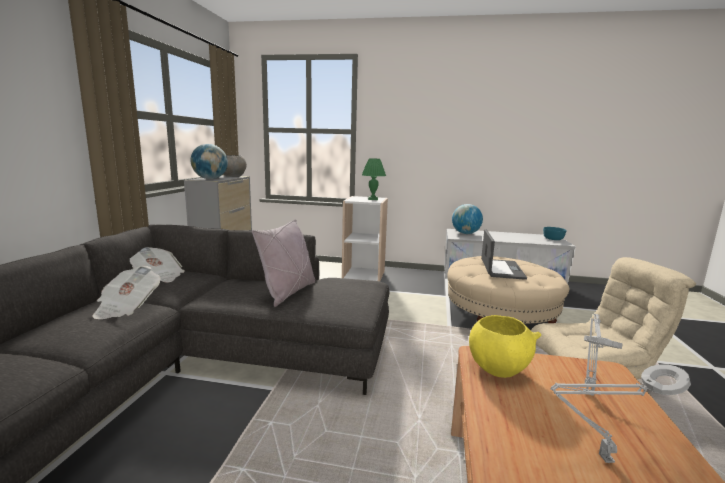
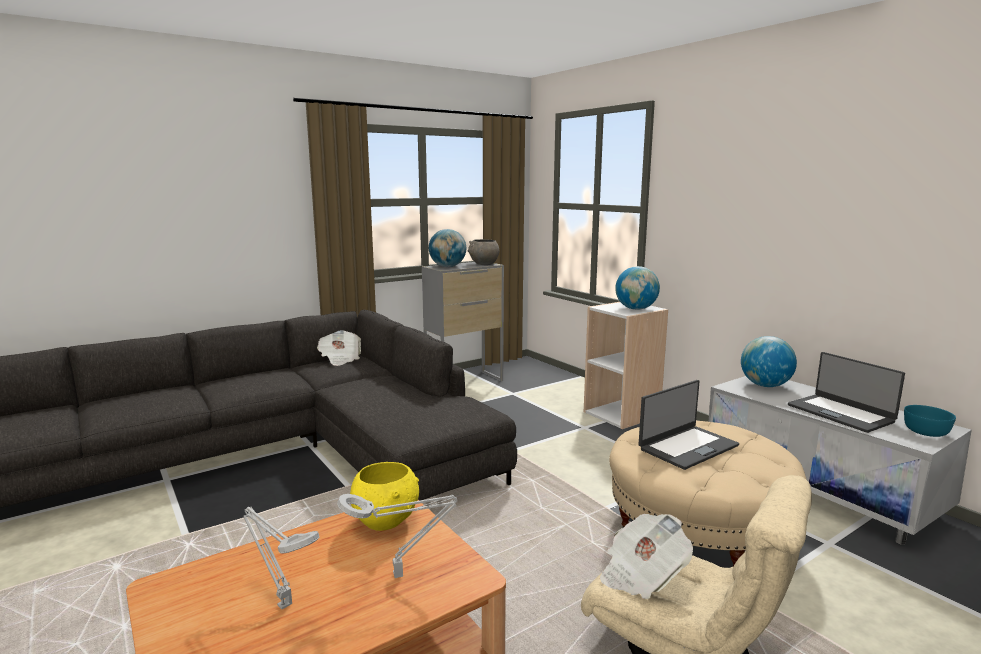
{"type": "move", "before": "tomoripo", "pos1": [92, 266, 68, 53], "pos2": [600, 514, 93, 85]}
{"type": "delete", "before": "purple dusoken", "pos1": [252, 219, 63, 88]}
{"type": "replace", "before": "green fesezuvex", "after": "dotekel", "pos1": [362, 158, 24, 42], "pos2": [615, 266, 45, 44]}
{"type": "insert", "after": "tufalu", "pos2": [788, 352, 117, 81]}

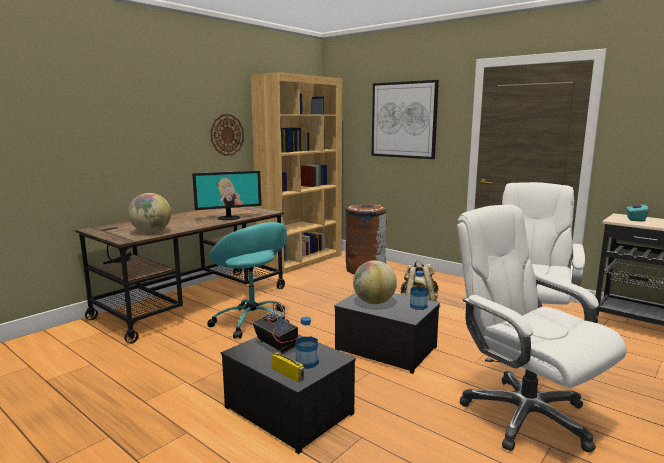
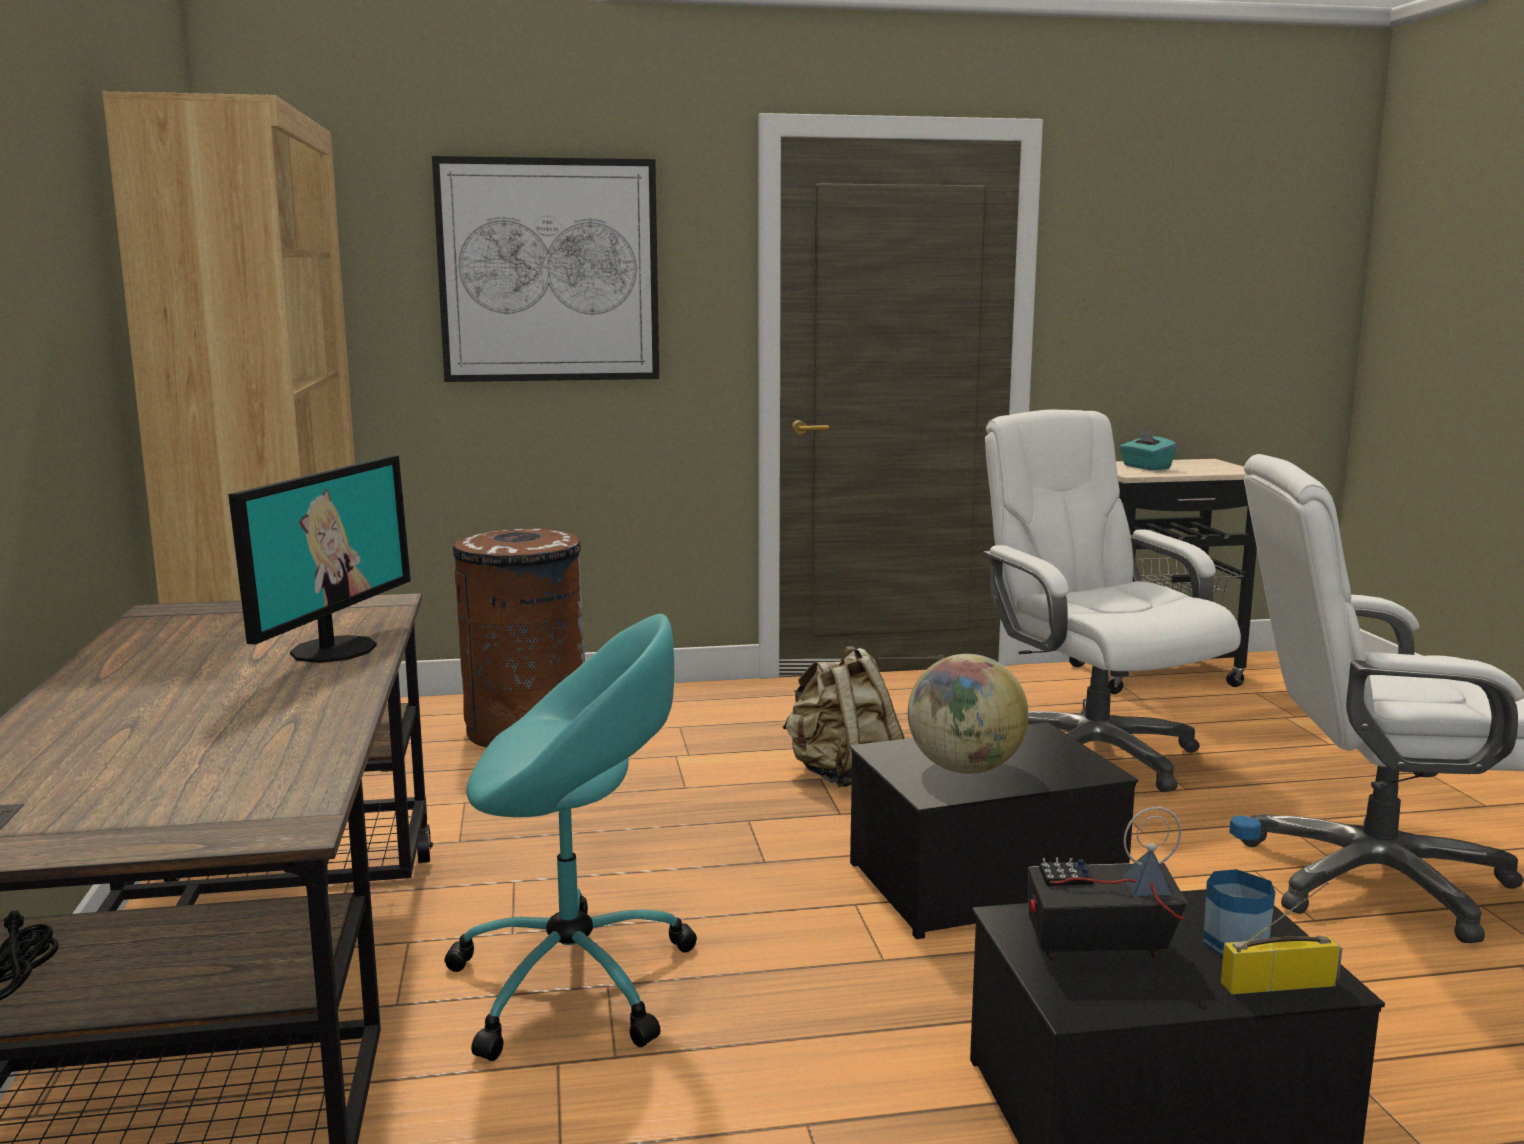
{"type": "delete", "before": "dotekel", "pos1": [128, 193, 43, 40]}
{"type": "delete", "before": "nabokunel", "pos1": [211, 114, 33, 42]}
{"type": "delete", "before": "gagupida", "pos1": [410, 271, 18, 39]}

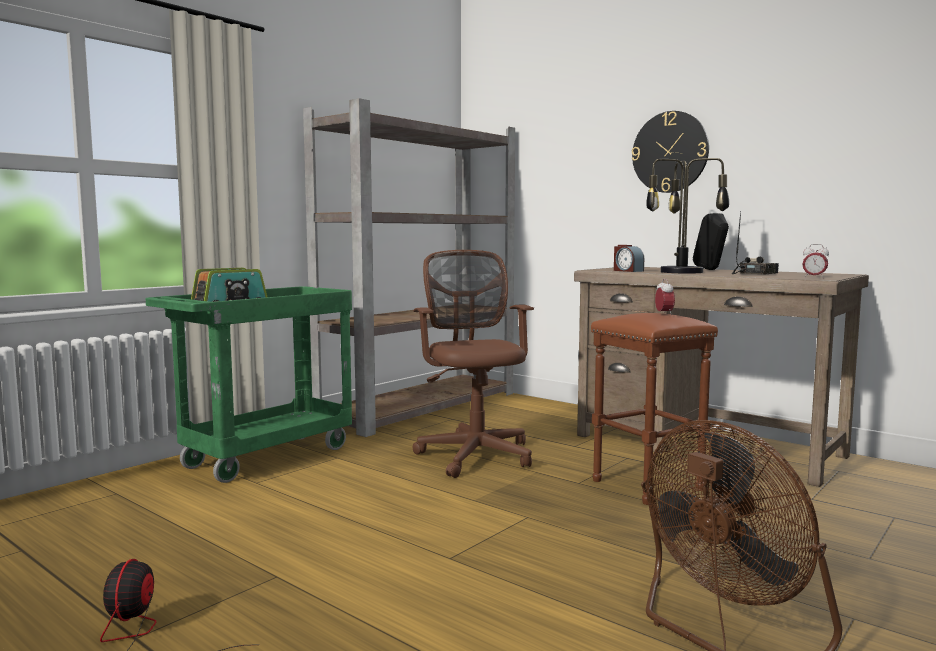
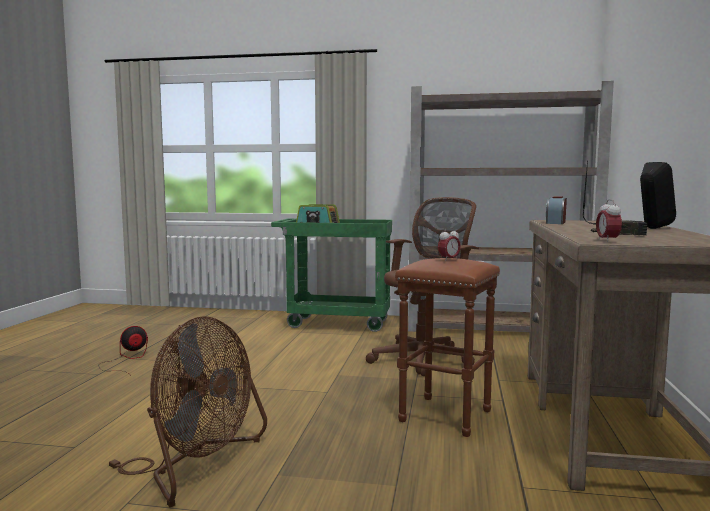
{"type": "delete", "before": "nabokunel", "pos1": [632, 111, 77, 82]}
{"type": "delete", "before": "fesezuvex", "pos1": [646, 158, 83, 115]}

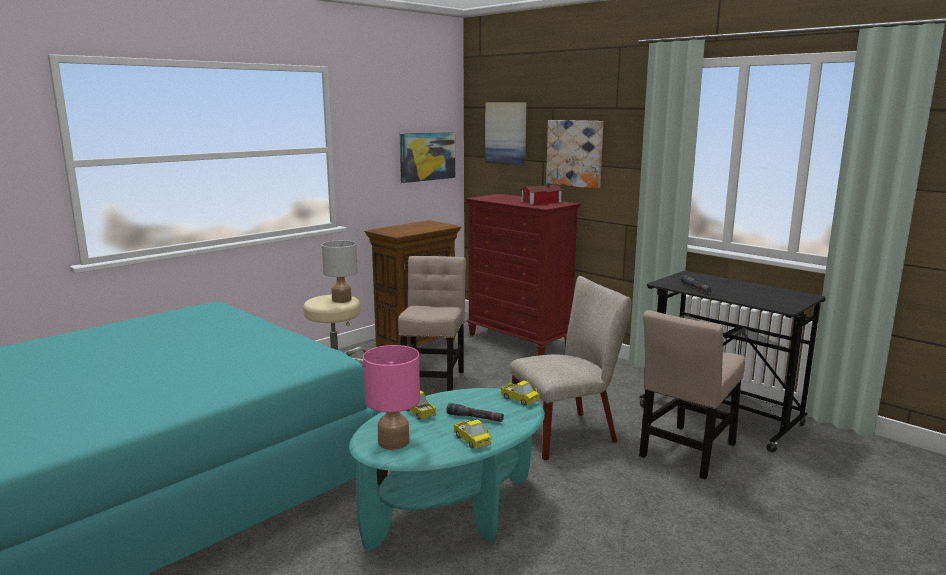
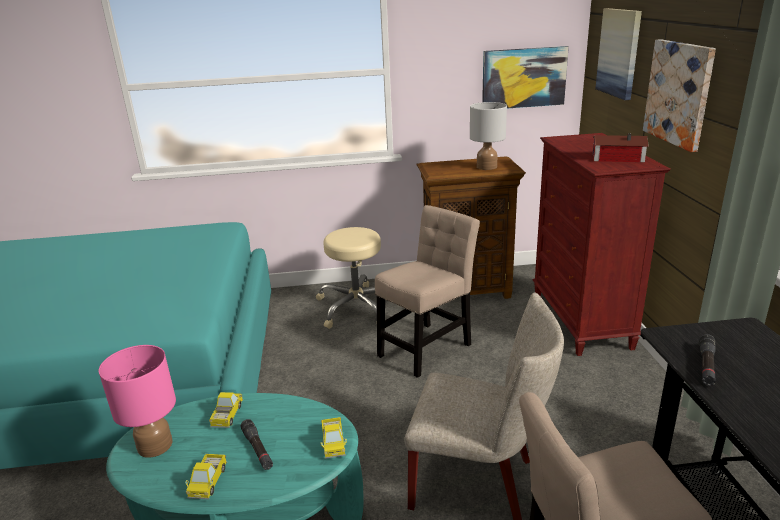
{"type": "move", "before": "grey fesezuvex", "pos1": [322, 240, 35, 63], "pos2": [470, 102, 37, 68]}

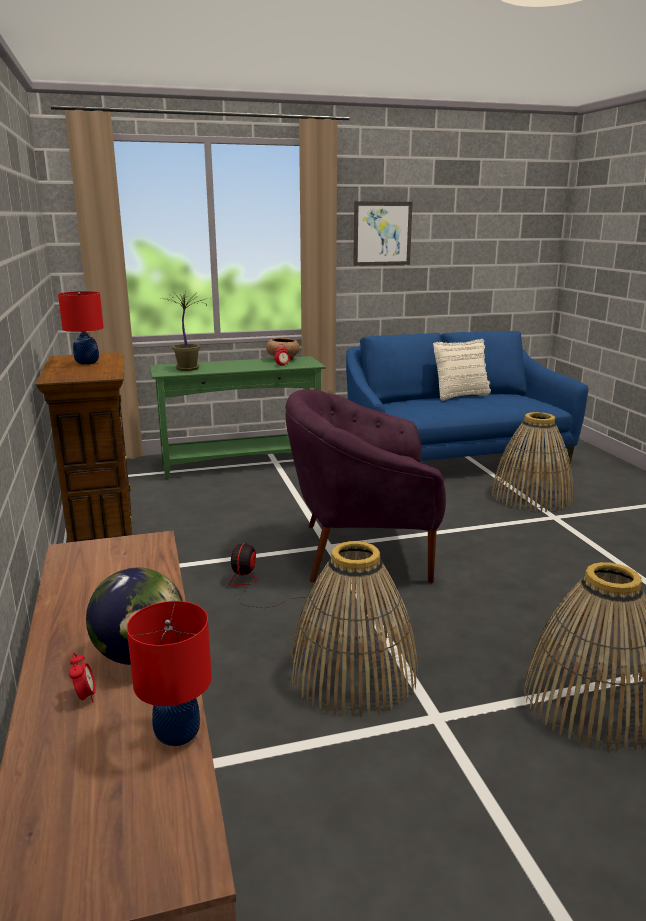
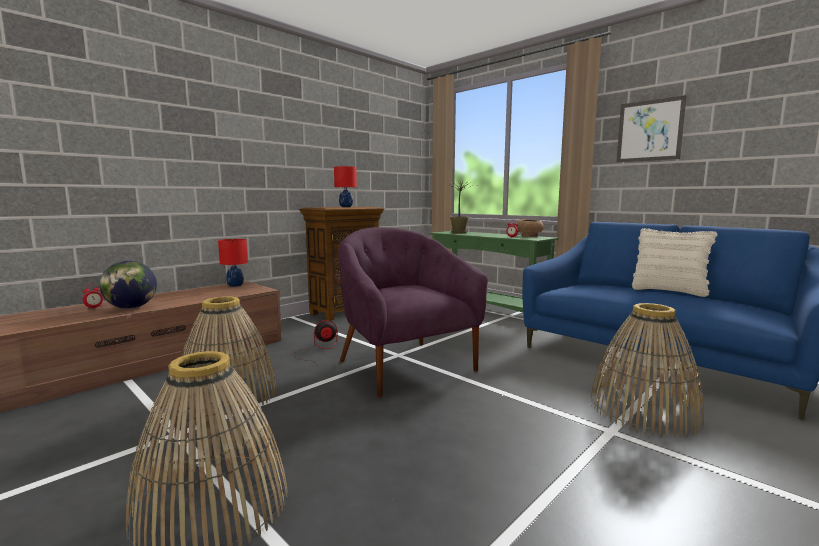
{"type": "move", "before": "red fesezuvex", "pos1": [127, 601, 85, 145], "pos2": [218, 239, 30, 48]}

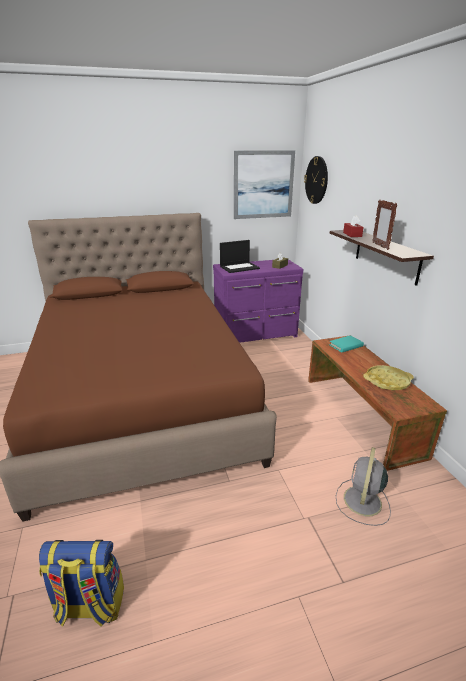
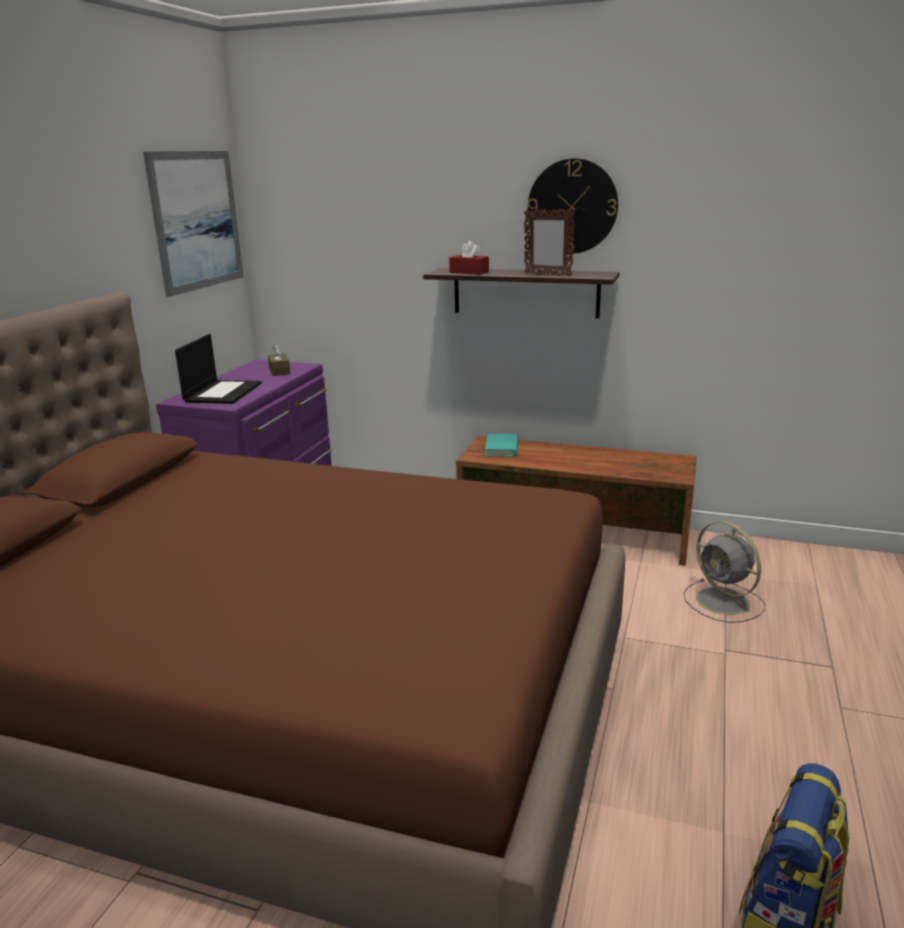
{"type": "move", "before": "nabokunel", "pos1": [304, 156, 24, 48], "pos2": [528, 158, 90, 96]}
{"type": "delete", "before": "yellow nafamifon", "pos1": [363, 365, 51, 26]}

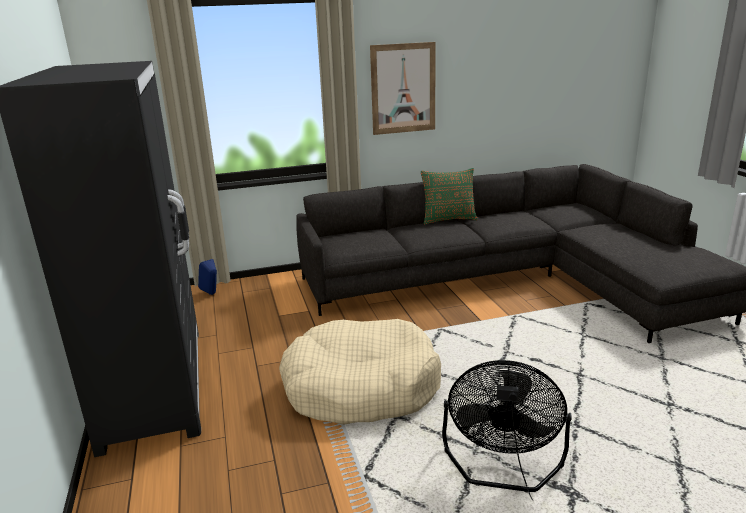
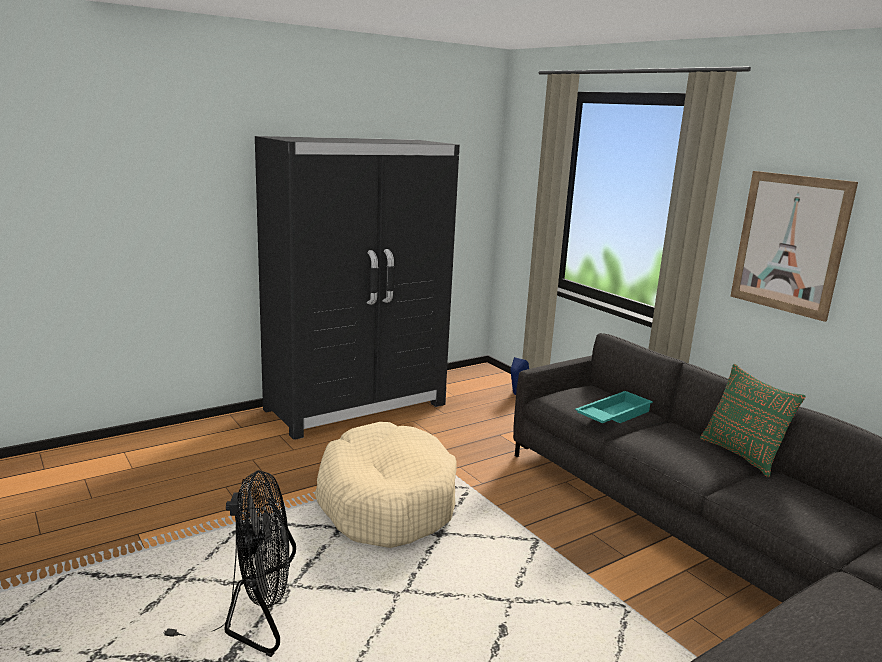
{"type": "insert", "after": "turquoise nafamifon", "pos2": [575, 391, 78, 32]}

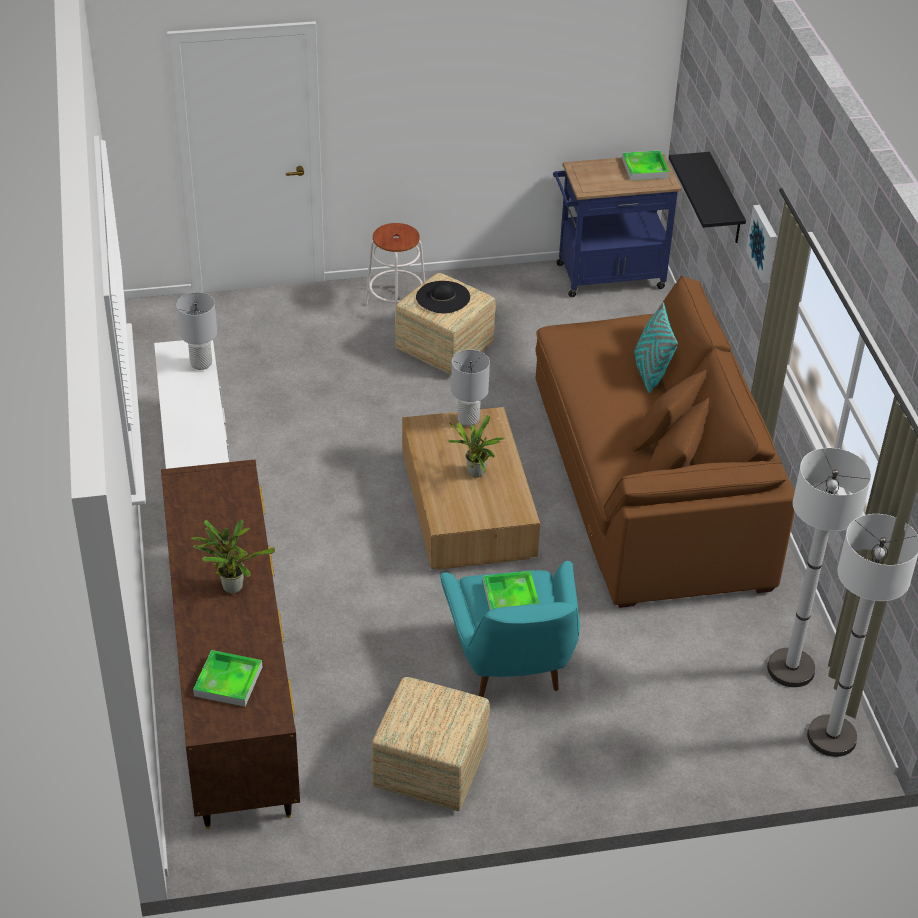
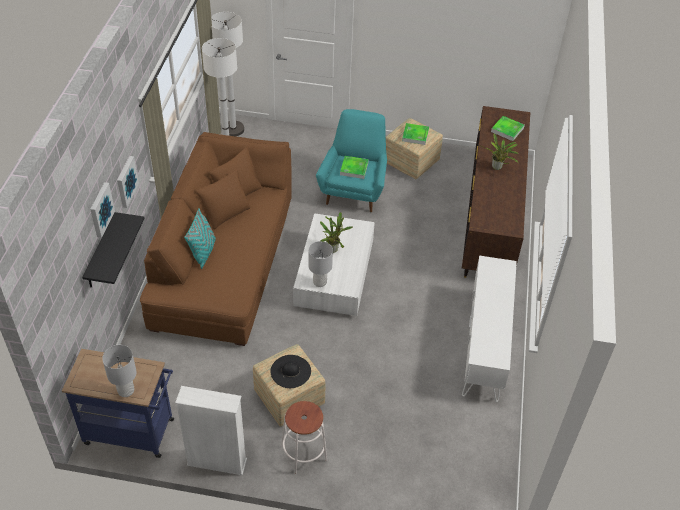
{"type": "move", "before": "grey fesezuvex", "pos1": [177, 292, 40, 78], "pos2": [102, 345, 34, 52]}
{"type": "recolor", "before": "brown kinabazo", "after": "white kinabazo", "pos1": [402, 407, 138, 163], "pos2": [293, 213, 82, 103]}
{"type": "move", "before": "nafamifon", "pos1": [622, 151, 47, 30], "pos2": [402, 123, 27, 22]}
{"type": "insert", "after": "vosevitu", "pos2": [90, 182, 25, 56]}
{"type": "insert", "after": "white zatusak", "pos2": [175, 386, 72, 89]}

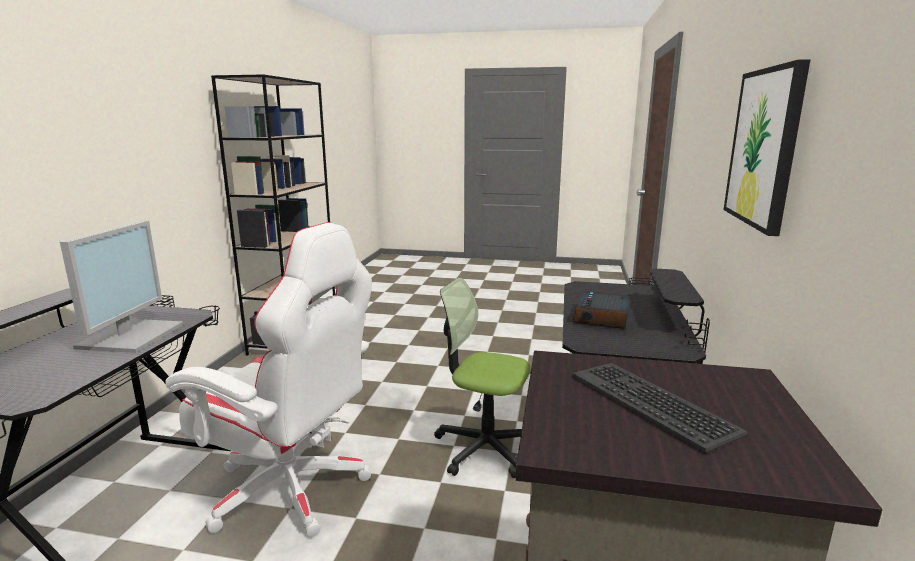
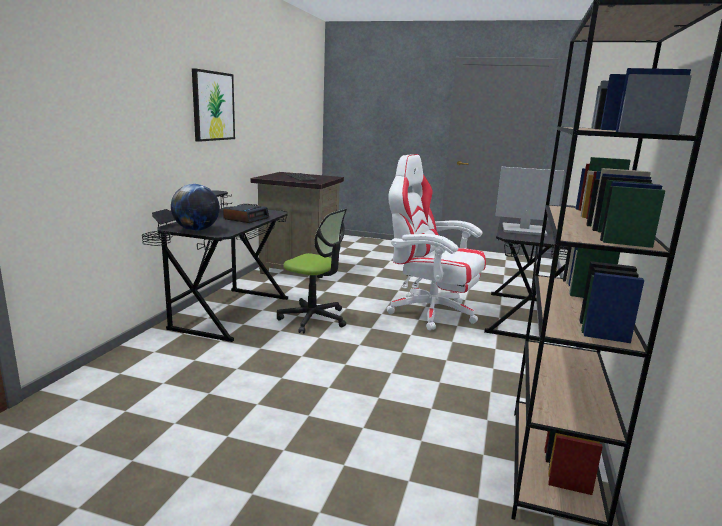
{"type": "rotate", "before": "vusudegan", "pos1": [60, 220, 124, 133], "pos2": [495, 167, 69, 69], "turn": 90}
{"type": "insert", "after": "dotekel", "pos2": [171, 184, 49, 47]}

